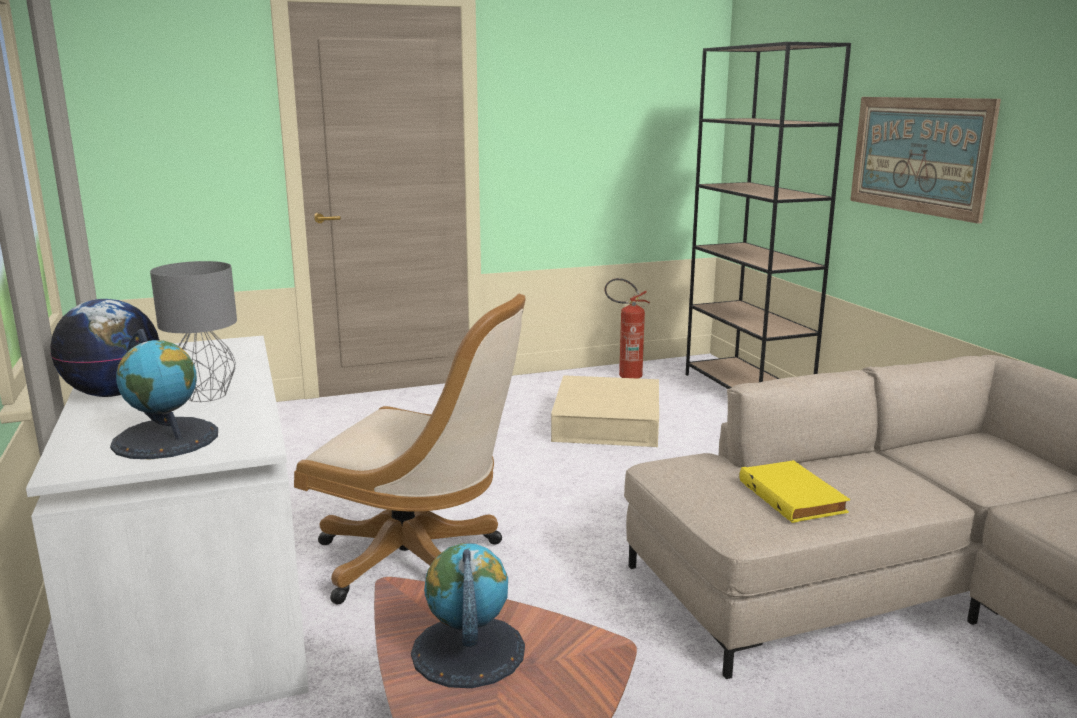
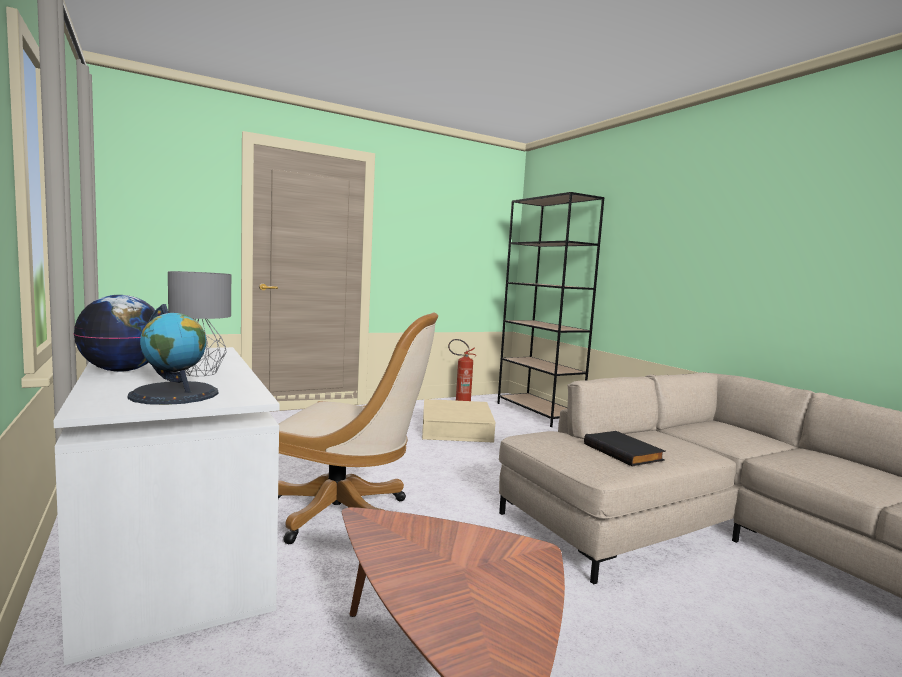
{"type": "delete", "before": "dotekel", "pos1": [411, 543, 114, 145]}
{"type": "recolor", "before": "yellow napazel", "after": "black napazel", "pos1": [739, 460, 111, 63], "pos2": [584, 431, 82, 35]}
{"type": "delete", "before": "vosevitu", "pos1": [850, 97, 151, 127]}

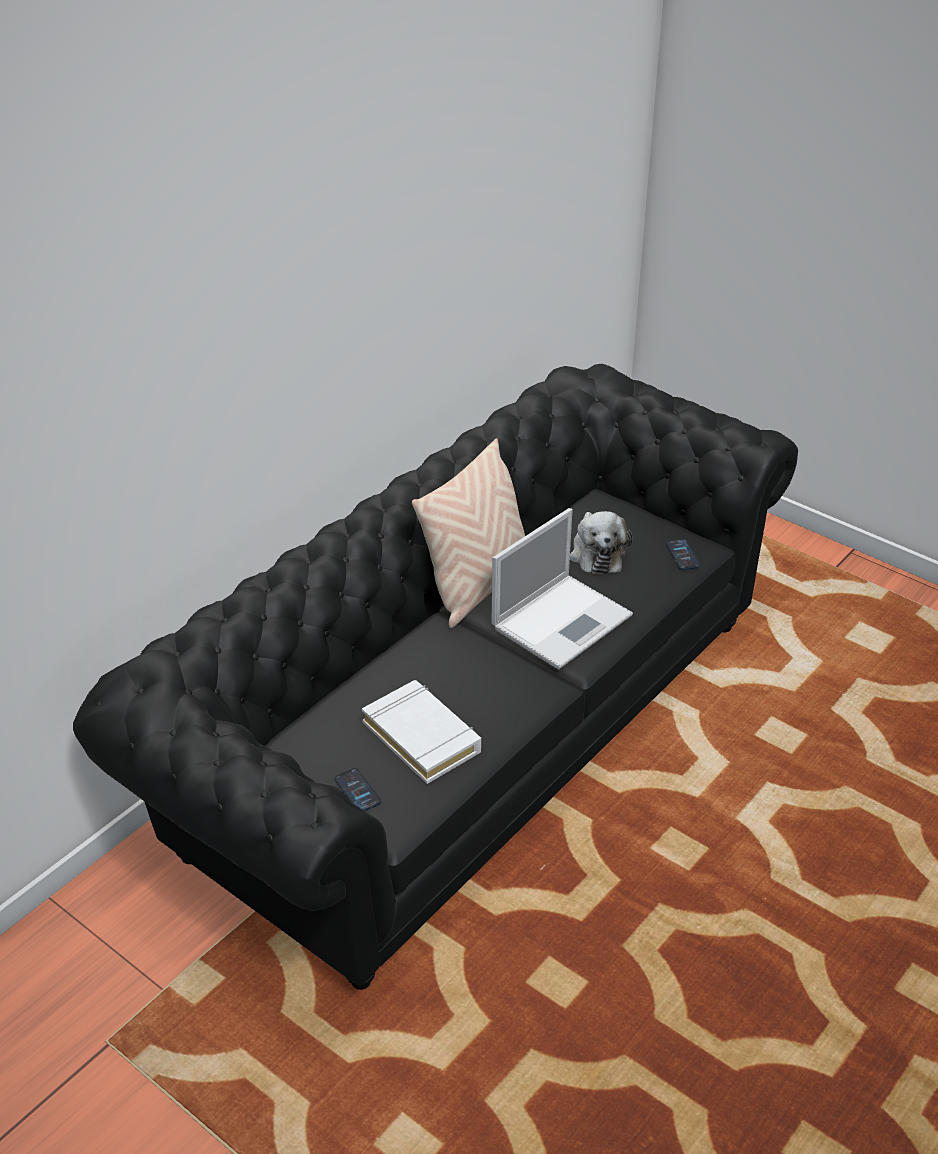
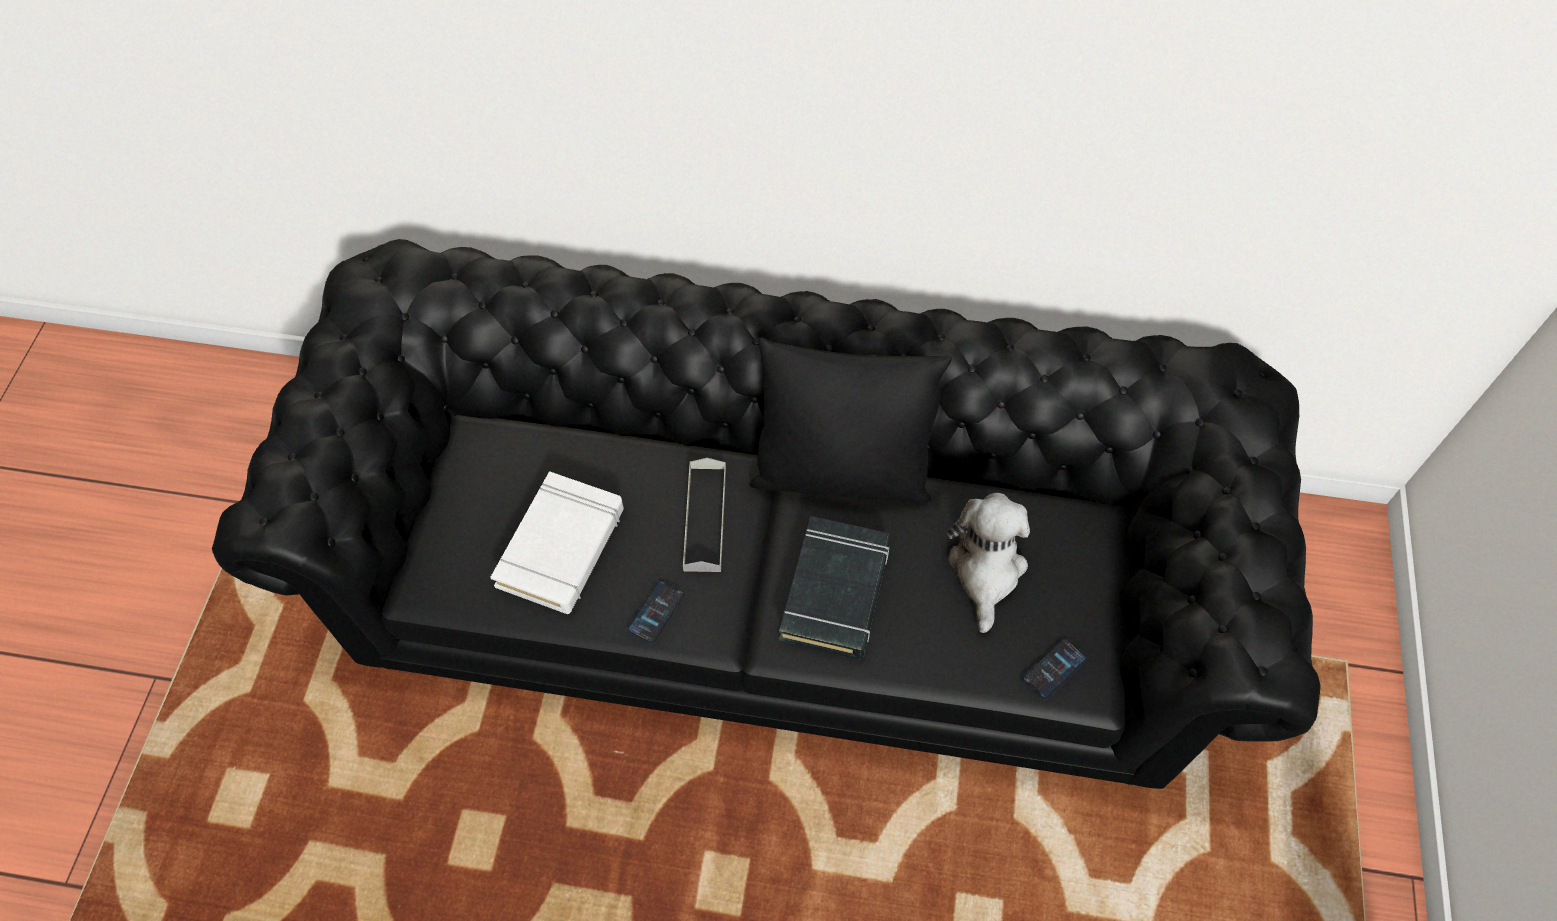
{"type": "move", "before": "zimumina", "pos1": [334, 768, 47, 43], "pos2": [627, 580, 58, 64]}
{"type": "recolor", "before": "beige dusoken", "after": "black dusoken", "pos1": [412, 439, 113, 189], "pos2": [749, 337, 203, 166]}
{"type": "replace", "before": "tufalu", "after": "black napazel", "pos1": [492, 508, 141, 162], "pos2": [779, 516, 112, 143]}
{"type": "rotate", "before": "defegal", "pos1": [570, 511, 62, 64], "pos2": [946, 493, 84, 140], "turn": 135}
{"type": "insert", "after": "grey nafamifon", "pos2": [683, 458, 43, 114]}

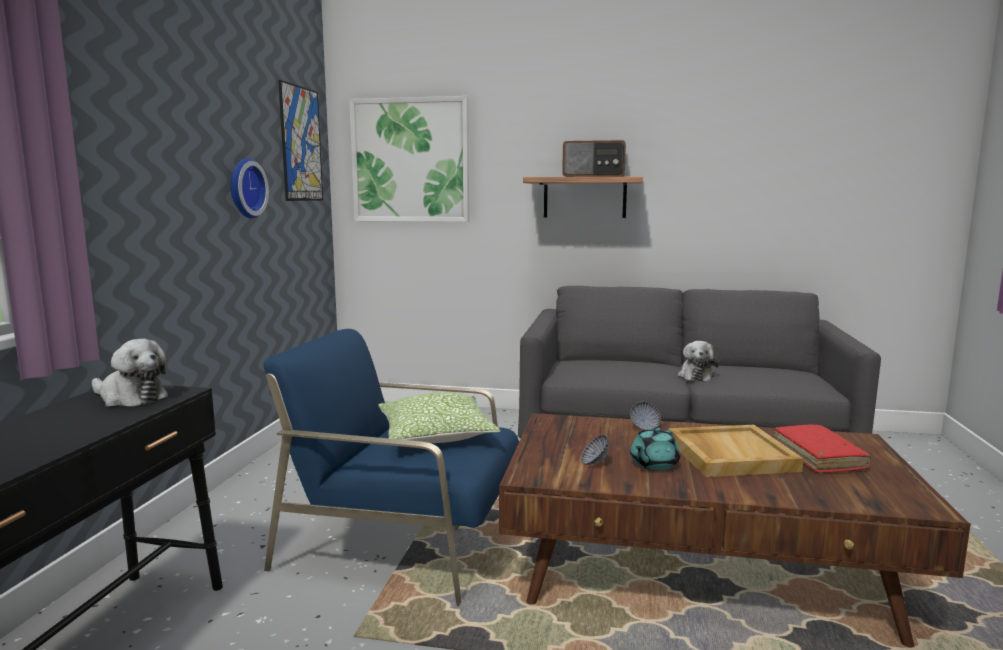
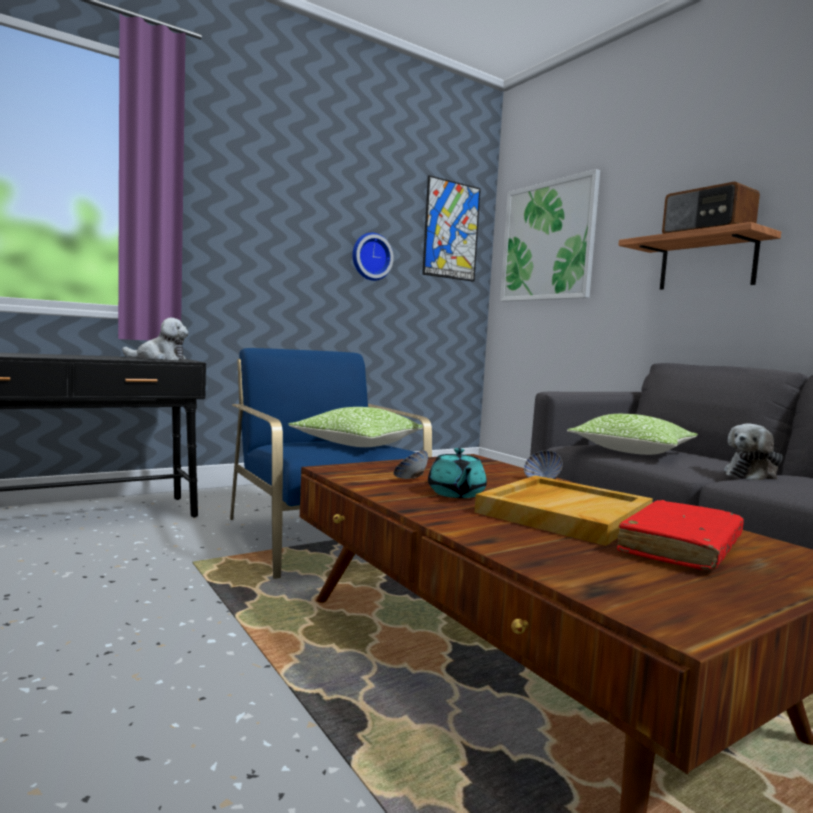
{"type": "rotate", "before": "defegal", "pos1": [92, 339, 76, 68], "pos2": [122, 318, 67, 42], "turn": -75}
{"type": "rotate", "before": "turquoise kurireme", "pos1": [630, 427, 50, 43], "pos2": [428, 448, 59, 50], "turn": -90}
{"type": "insert", "after": "dusoken", "pos2": [567, 414, 131, 41]}

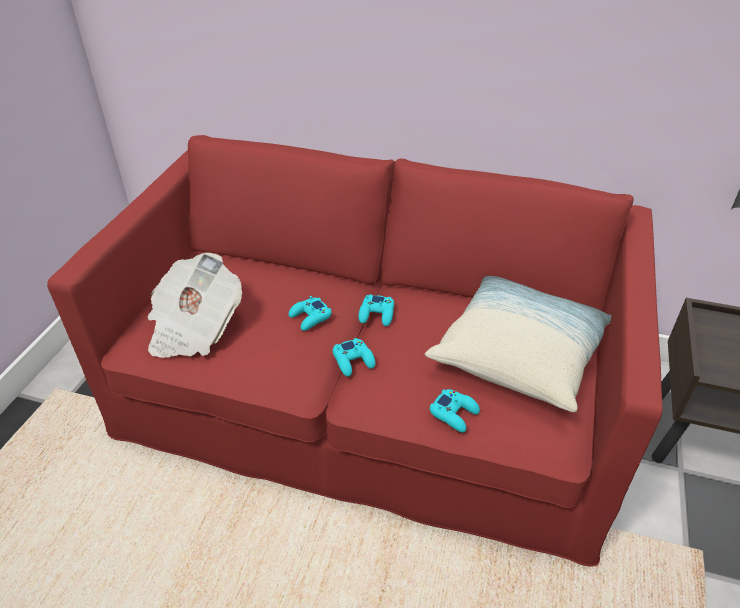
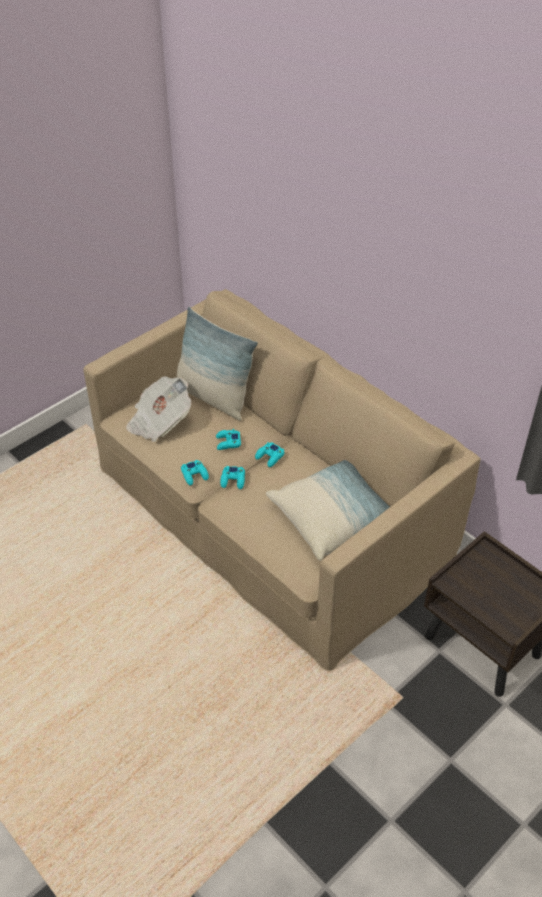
{"type": "recolor", "before": "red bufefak", "after": "beige bufefak", "pos1": [47, 135, 616, 432], "pos2": [83, 289, 398, 383]}
{"type": "move", "before": "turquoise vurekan", "pos1": [430, 389, 50, 43], "pos2": [181, 460, 28, 26]}
{"type": "insert", "after": "dusoken", "pos2": [177, 307, 81, 114]}

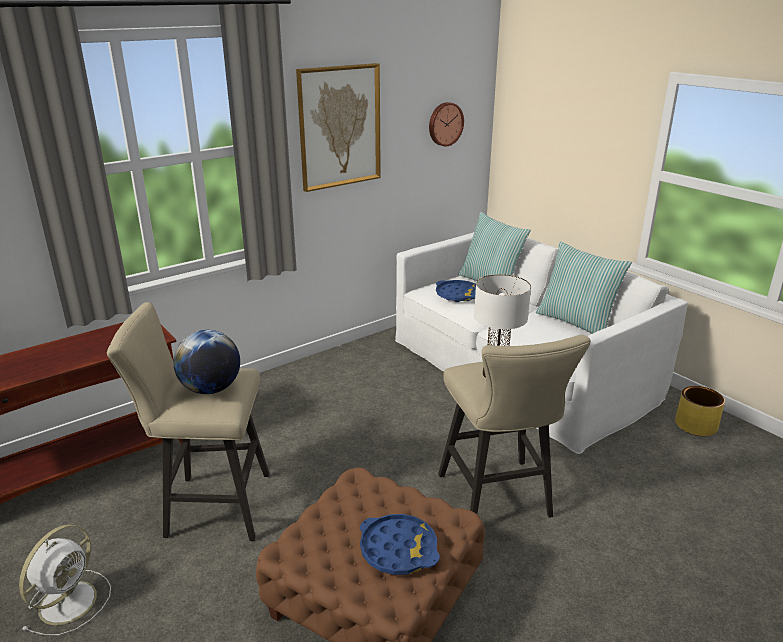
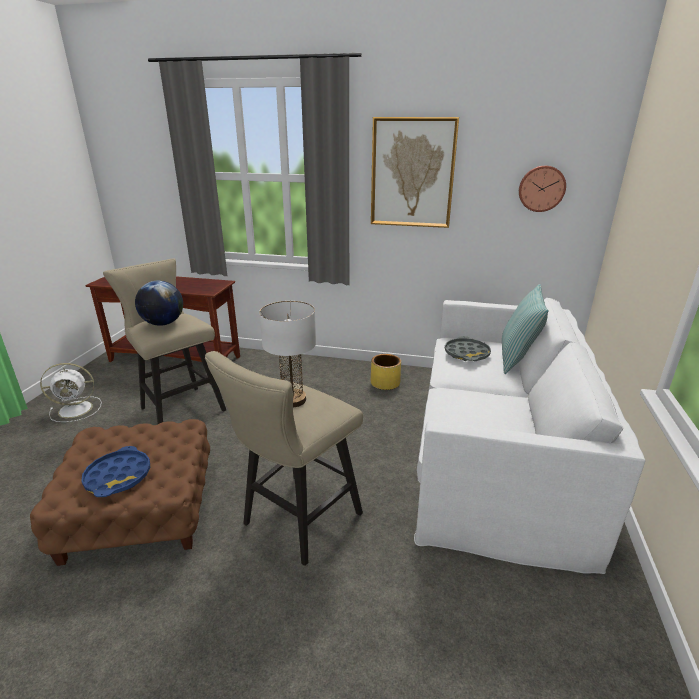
{"type": "recolor", "before": "blue nafamifon", "after": "grey nafamifon", "pos1": [436, 280, 40, 22], "pos2": [445, 336, 46, 25]}
{"type": "delete", "before": "dusoken", "pos1": [536, 241, 96, 93]}
{"type": "move", "before": "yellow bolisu", "pos1": [675, 386, 50, 50], "pos2": [371, 354, 30, 36]}

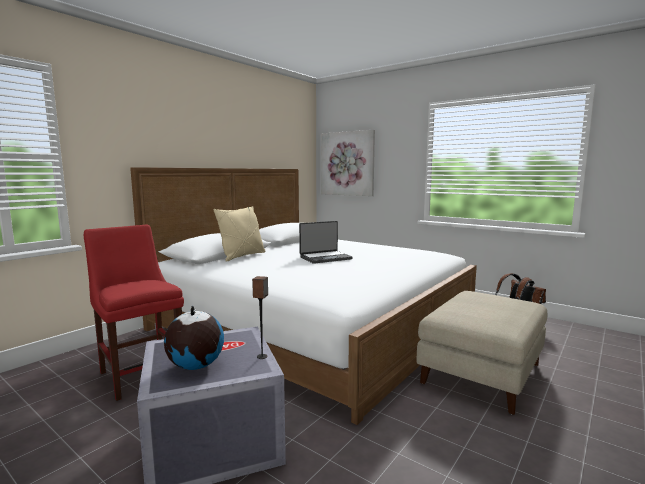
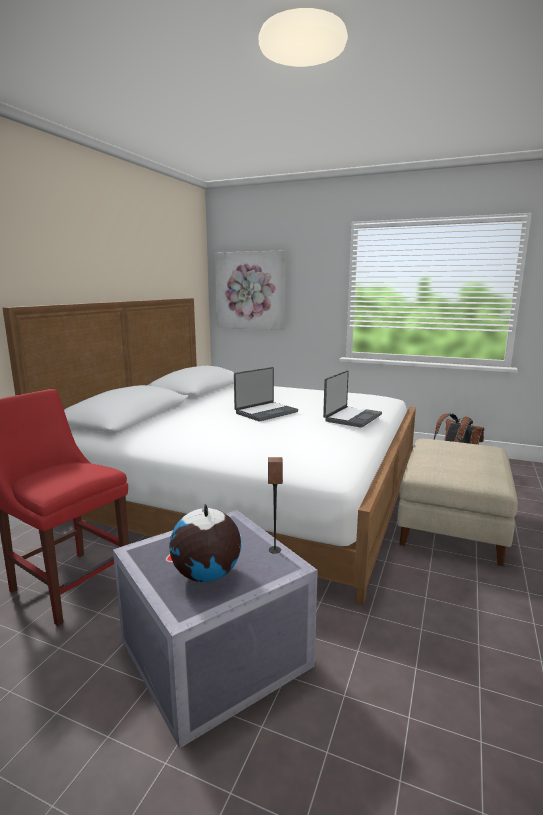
{"type": "delete", "before": "beige dusoken", "pos1": [213, 206, 53, 56]}
{"type": "insert", "after": "tufalu", "pos2": [323, 370, 59, 58]}

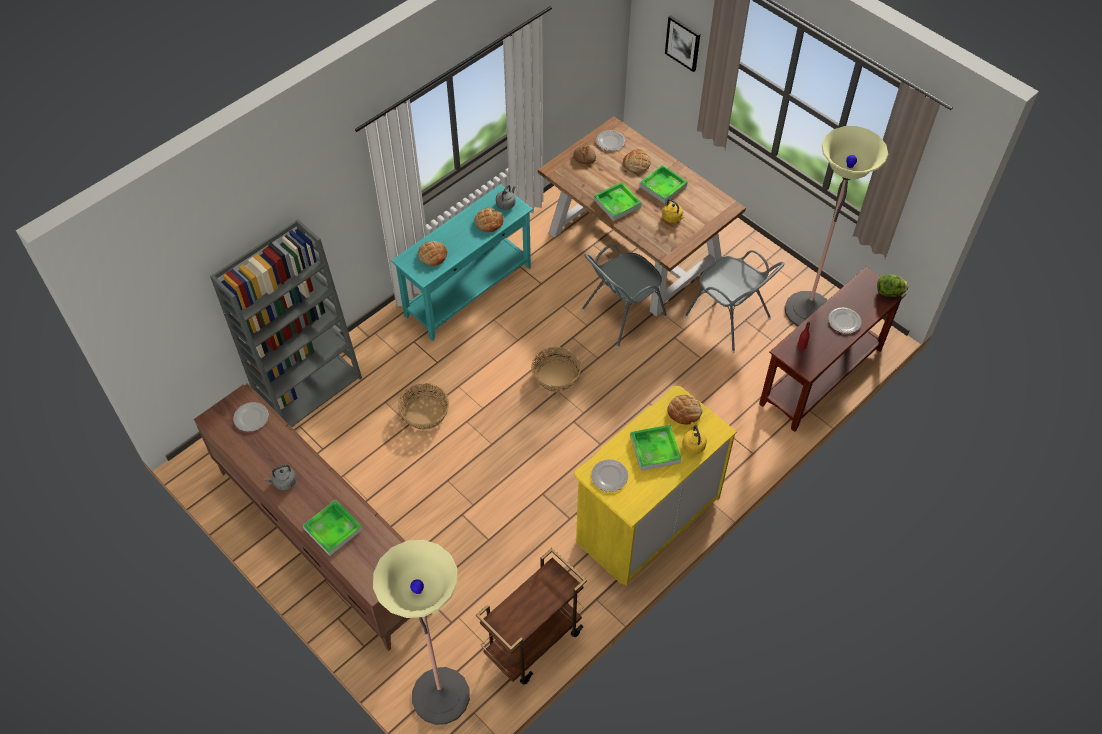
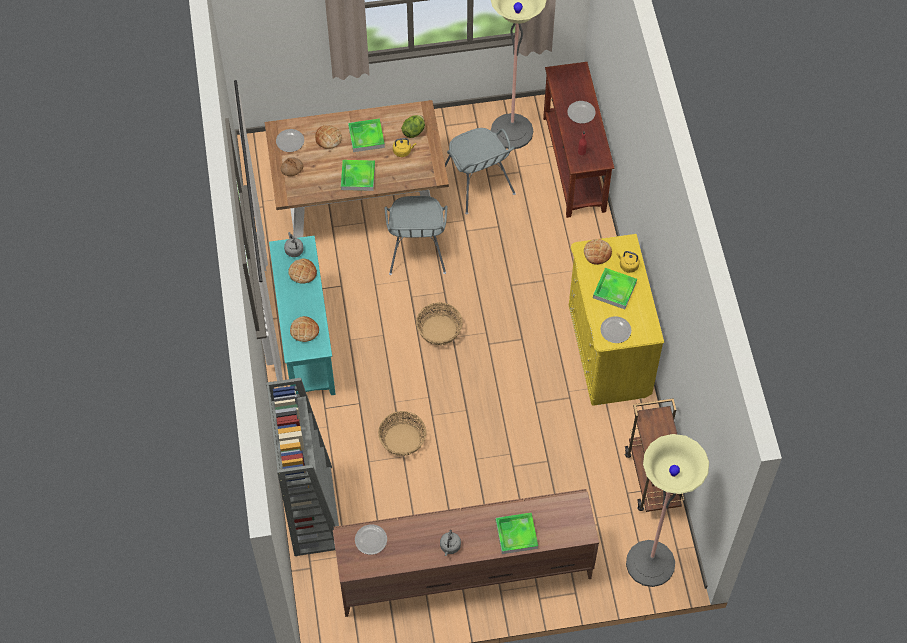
{"type": "delete", "before": "vosevitu", "pos1": [665, 15, 35, 57]}
{"type": "rotate", "before": "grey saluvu", "pos1": [684, 250, 101, 103], "pos2": [445, 128, 71, 87], "turn": 75}
{"type": "move", "before": "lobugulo", "pos1": [877, 274, 31, 23], "pos2": [401, 115, 24, 23]}

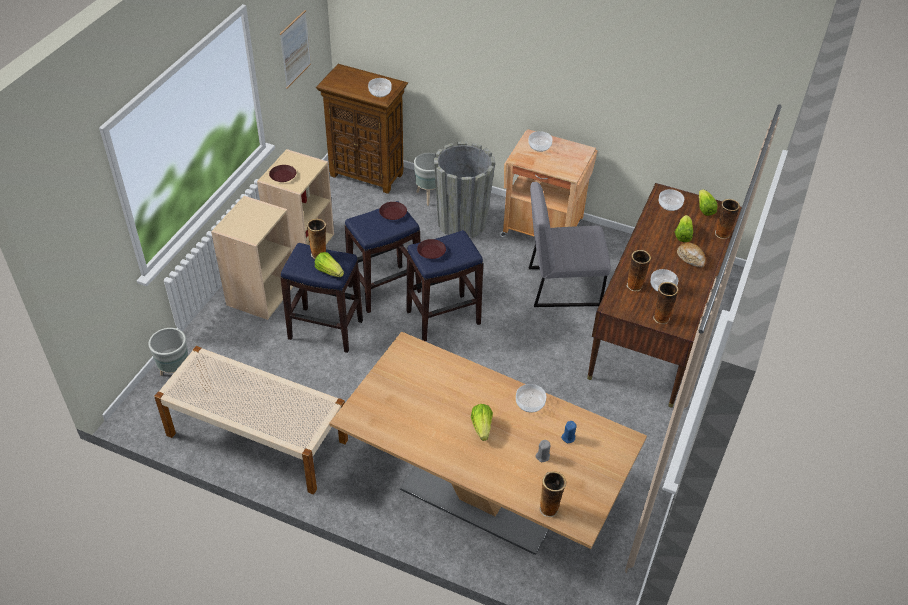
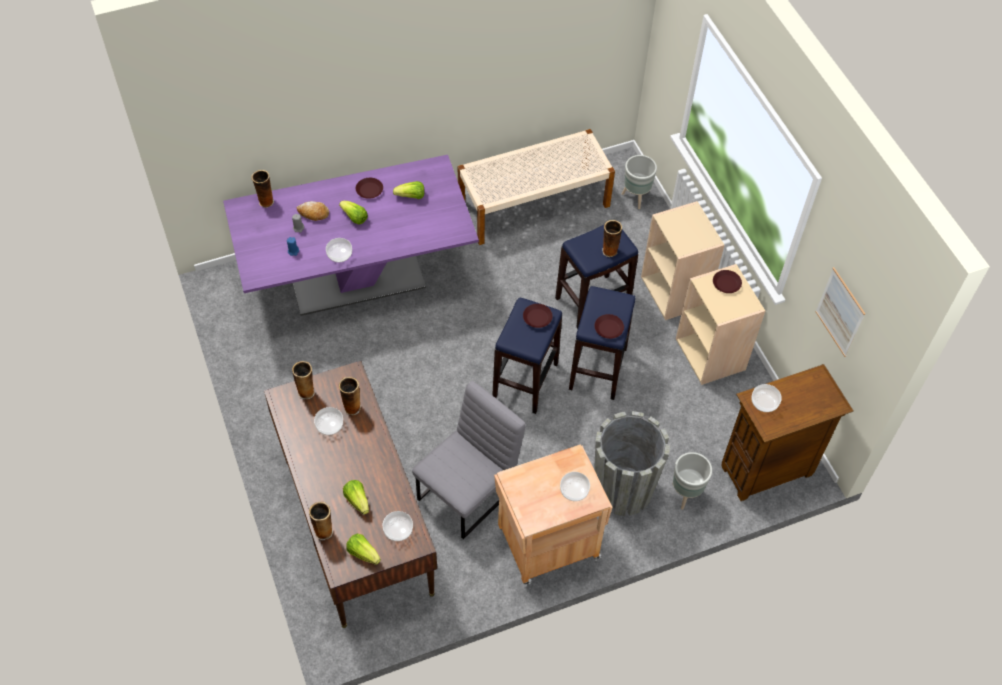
{"type": "move", "before": "lobugulo", "pos1": [315, 252, 29, 25], "pos2": [393, 181, 31, 18]}
{"type": "recolor", "before": "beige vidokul", "after": "purple vidokul", "pos1": [329, 331, 318, 224], "pos2": [223, 155, 256, 161]}
{"type": "move", "before": "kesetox", "pos1": [677, 243, 29, 25], "pos2": [297, 201, 32, 20]}
{"type": "insert", "after": "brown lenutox", "pos2": [356, 178, 27, 21]}

